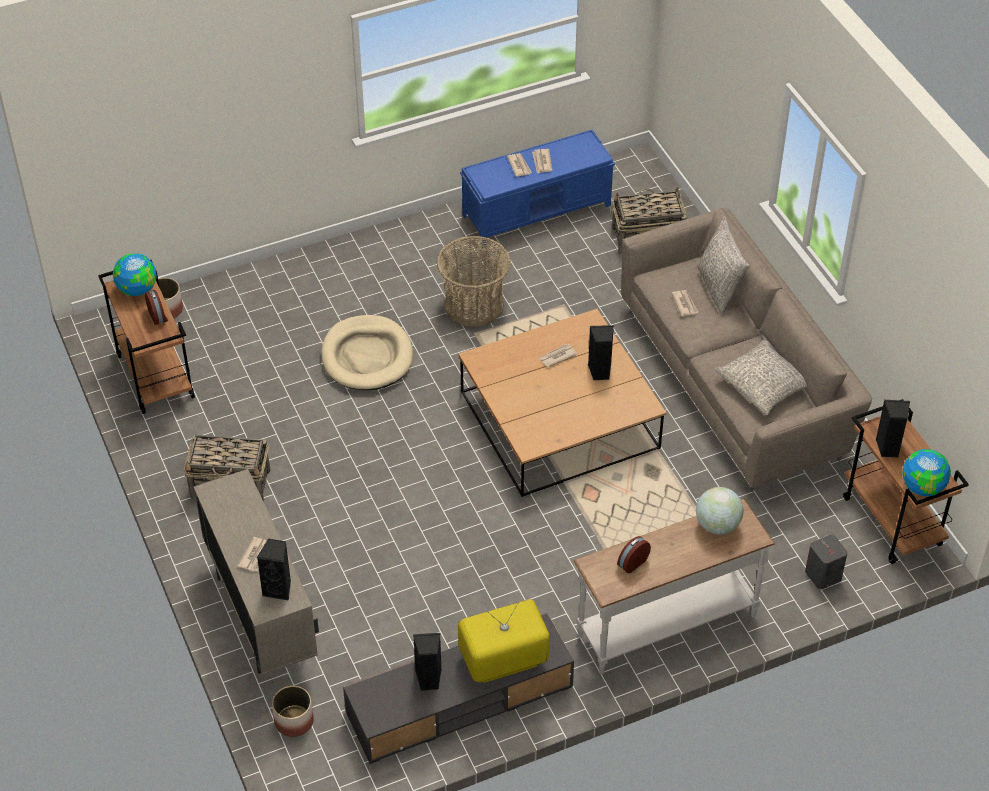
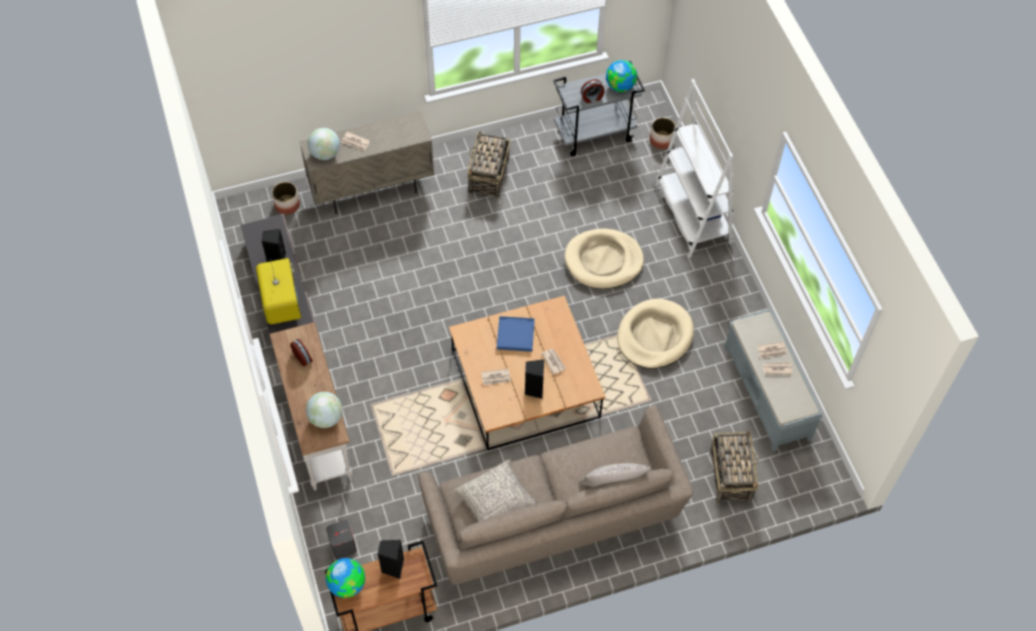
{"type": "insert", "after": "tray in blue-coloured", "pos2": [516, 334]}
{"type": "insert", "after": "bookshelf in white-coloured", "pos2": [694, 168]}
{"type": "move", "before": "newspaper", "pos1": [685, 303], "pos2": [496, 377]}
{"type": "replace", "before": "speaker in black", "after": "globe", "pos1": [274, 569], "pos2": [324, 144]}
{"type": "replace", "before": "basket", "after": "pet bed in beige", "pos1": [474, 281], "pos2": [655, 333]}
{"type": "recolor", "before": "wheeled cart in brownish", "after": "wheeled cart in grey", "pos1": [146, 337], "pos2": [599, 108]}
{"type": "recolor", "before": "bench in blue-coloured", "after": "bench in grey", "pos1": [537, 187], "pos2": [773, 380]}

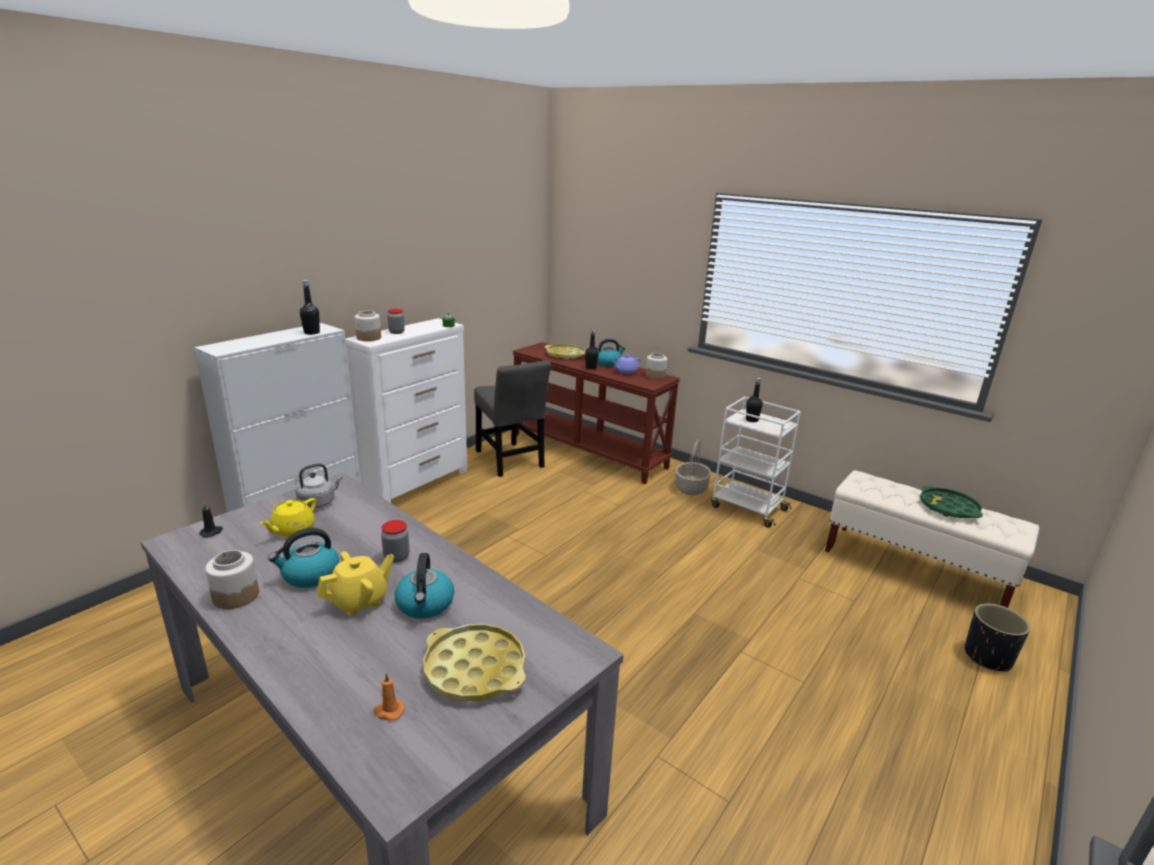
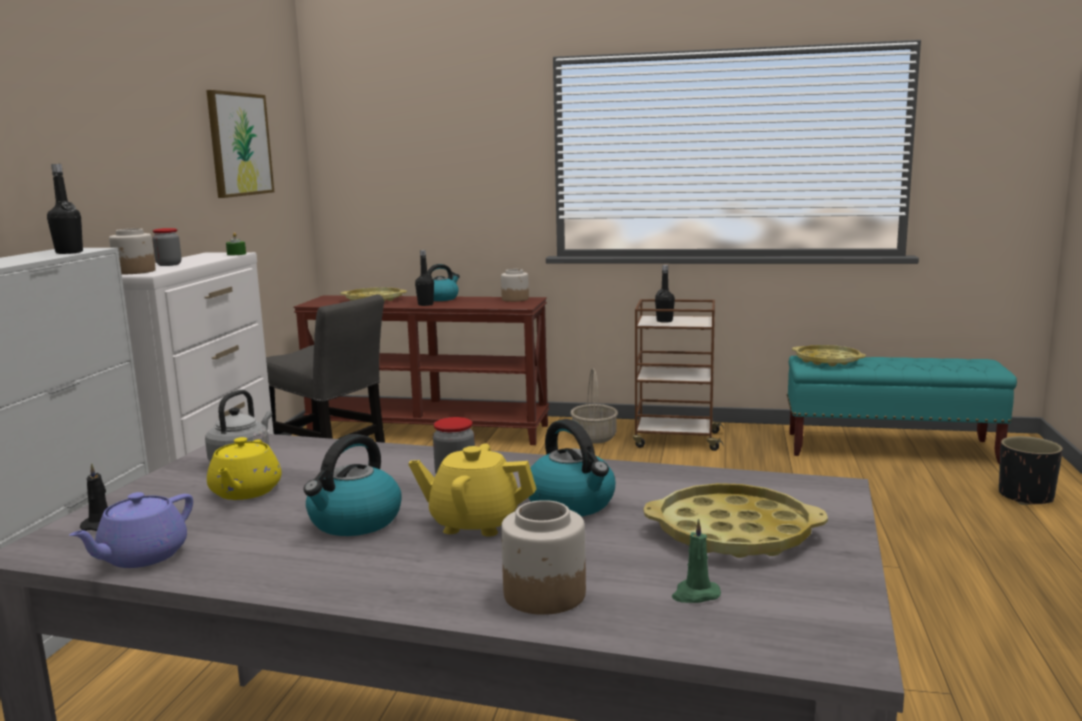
{"type": "delete", "before": "tray in green-coloured", "pos1": [951, 502]}
{"type": "insert", "after": "wall art", "pos2": [240, 144]}
{"type": "insert", "after": "tray in yellowish", "pos2": [829, 356]}
{"type": "move", "before": "jar", "pos1": [232, 579], "pos2": [543, 557]}
{"type": "move", "before": "tea pot in purple-coloured", "pos1": [626, 364], "pos2": [131, 530]}
{"type": "recolor", "before": "wax candle in orangey", "after": "wax candle in green-coloured", "pos1": [389, 697], "pos2": [696, 561]}
{"type": "recolor", "before": "wheeled cart in white-coloured", "after": "wheeled cart in brownish", "pos1": [756, 462], "pos2": [678, 375]}
{"type": "recolor", "before": "bench in beige", "after": "bench in turquoise", "pos1": [932, 539], "pos2": [902, 409]}
{"type": "rotate", "before": "tea pot in yellowish", "pos1": [355, 583], "pos2": [472, 490], "turn": -105}

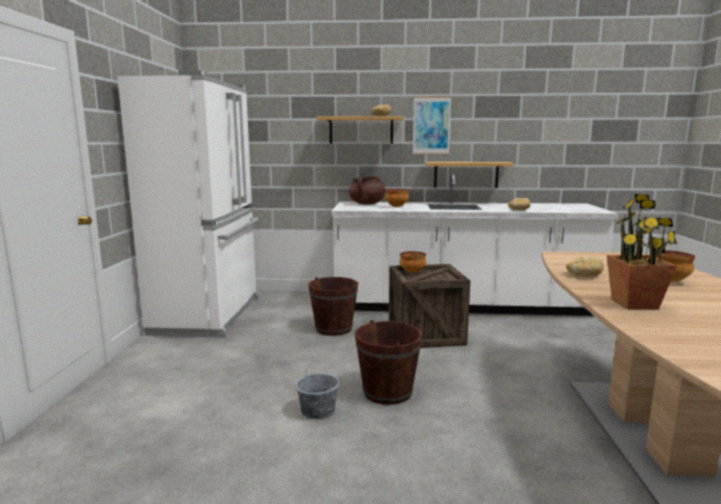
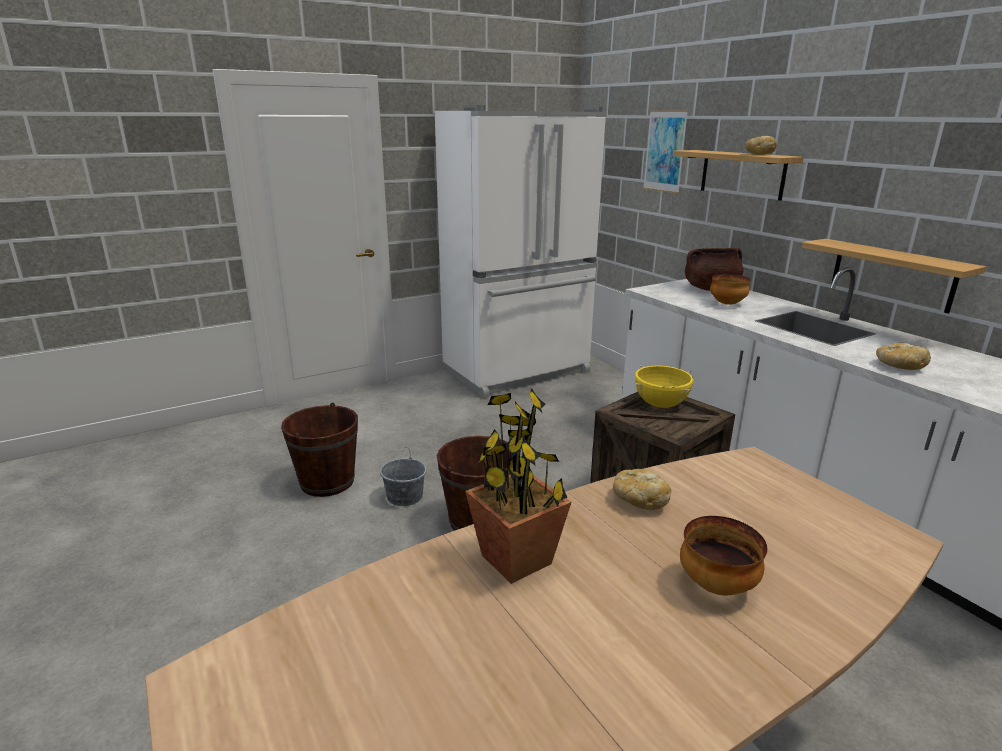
{"type": "move", "before": "bucket in brownish", "pos1": [333, 306], "pos2": [319, 449]}
{"type": "move", "before": "wall art", "pos1": [432, 125], "pos2": [665, 152]}
{"type": "replace", "before": "bowl", "after": "saucepot in yellowish", "pos1": [412, 262], "pos2": [664, 386]}

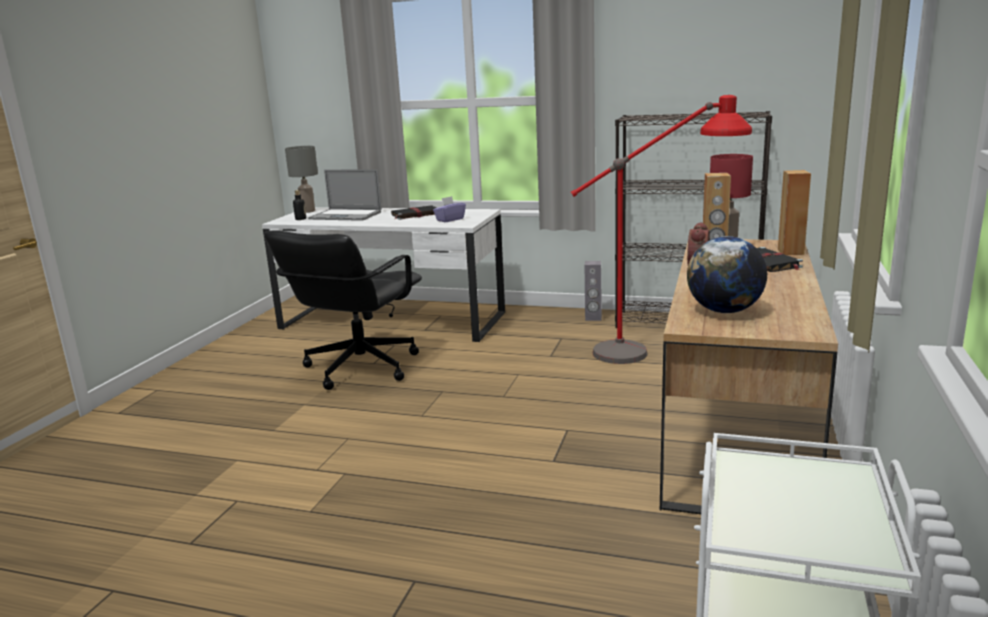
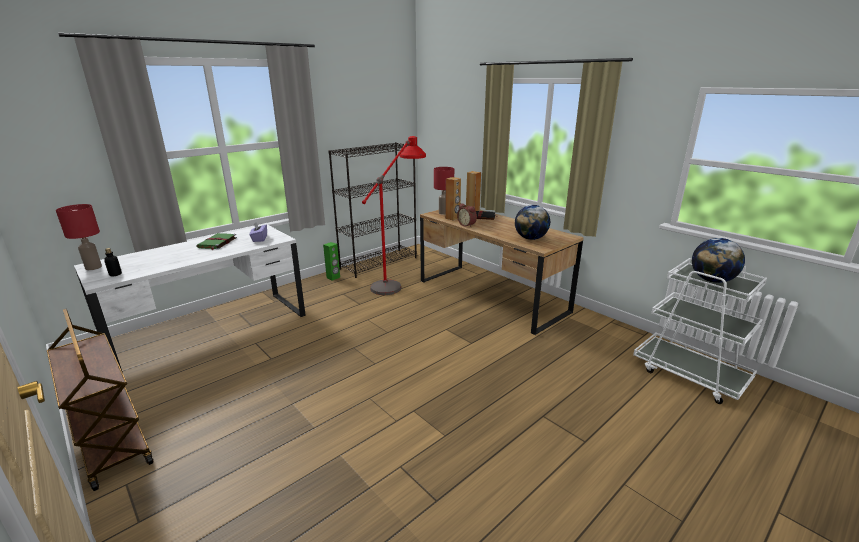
{"type": "delete", "before": "desk chair in black", "pos1": [343, 310]}
{"type": "delete", "before": "portable computer", "pos1": [345, 195]}
{"type": "insert", "after": "wheeled cart in brownish", "pos2": [100, 400]}
{"type": "insert", "after": "globe", "pos2": [718, 260]}
{"type": "recolor", "before": "table lamp in grey", "after": "table lamp in red-coloured", "pos1": [301, 179], "pos2": [79, 237]}
{"type": "recolor", "before": "bound book in black", "after": "bound book in green-coloured", "pos1": [413, 212], "pos2": [216, 241]}
{"type": "recolor", "before": "speaker in grey", "after": "speaker in green-coloured", "pos1": [593, 291], "pos2": [331, 261]}

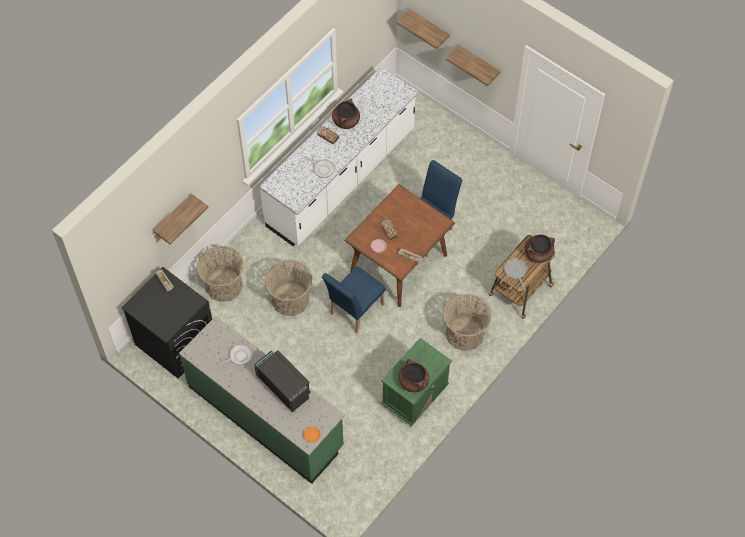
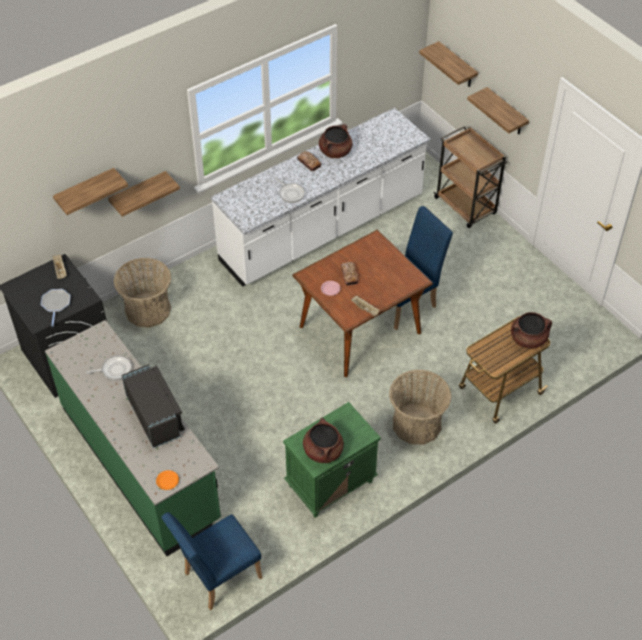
{"type": "delete", "before": "basket", "pos1": [288, 288]}
{"type": "insert", "after": "wall shelf", "pos2": [144, 194]}
{"type": "insert", "after": "wheeled cart in brownish", "pos2": [470, 177]}
{"type": "move", "before": "plain chair in blue-coloured", "pos1": [353, 300], "pos2": [211, 561]}
{"type": "move", "before": "frying pan", "pos1": [516, 274], "pos2": [55, 307]}

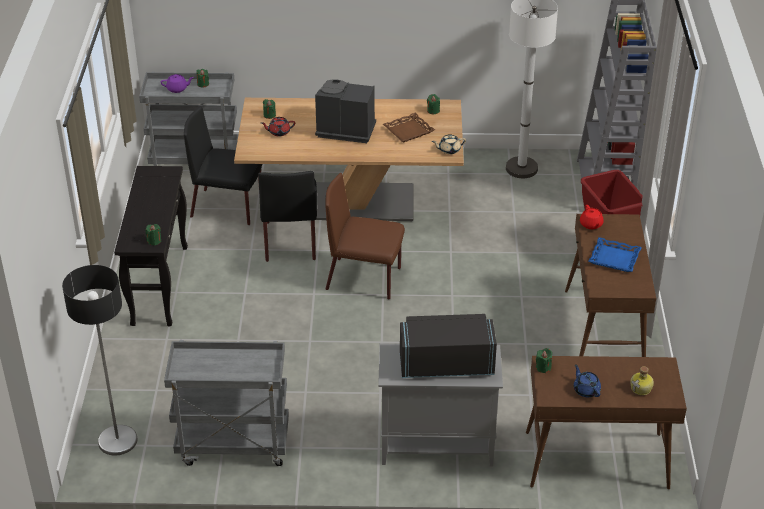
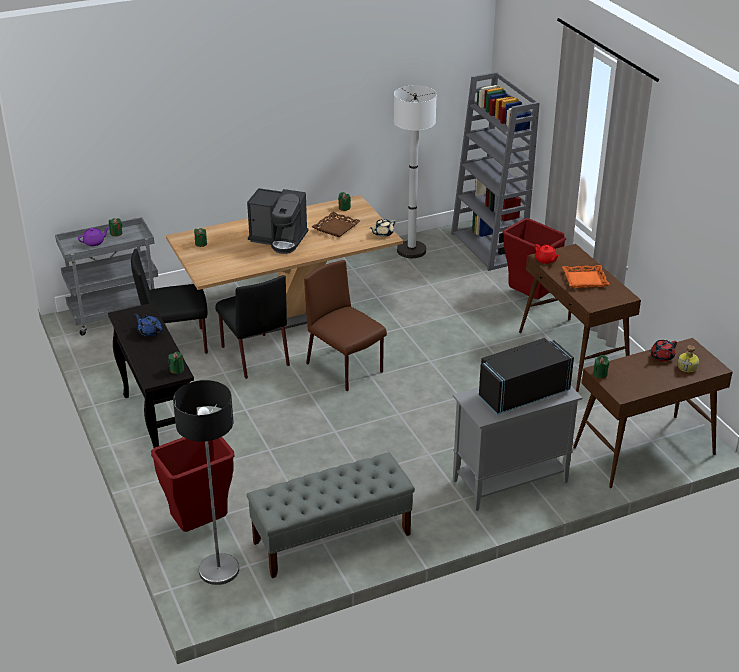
{"type": "insert", "after": "trash can in red-coloured", "pos2": [193, 484]}
{"type": "move", "before": "tea pot in red-coloured", "pos1": [278, 126], "pos2": [663, 351]}
{"type": "move", "before": "tea pot in blue-coloured", "pos1": [587, 380], "pos2": [148, 325]}
{"type": "replace", "before": "wheeled cart in grey", "after": "bench in grey", "pos1": [226, 403], "pos2": [331, 515]}
{"type": "recolor", "before": "tray in blue-coloured", "after": "tray in orangey", "pos1": [615, 254], "pos2": [585, 276]}
{"type": "rotate", "before": "coffee maker", "pos1": [345, 111], "pos2": [277, 221], "turn": -150}
{"type": "rotate", "before": "plain chair in brownish", "pos1": [365, 236], "pos2": [345, 325], "turn": 60}

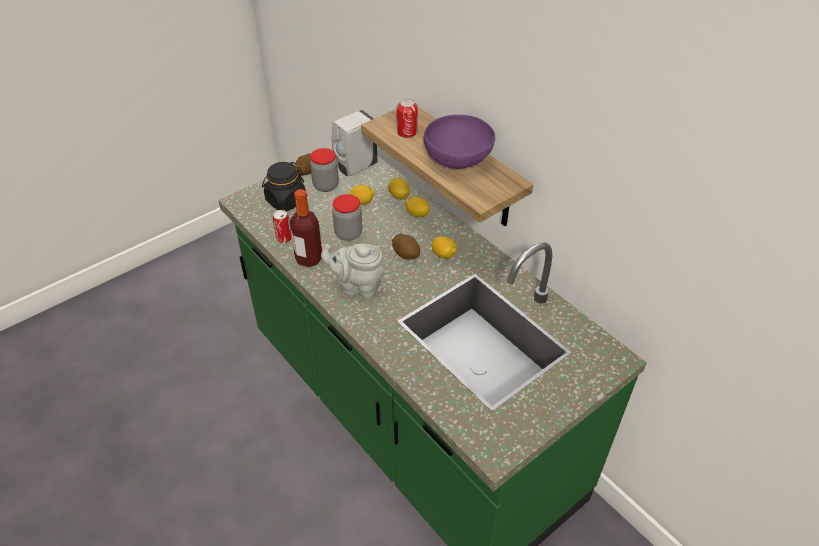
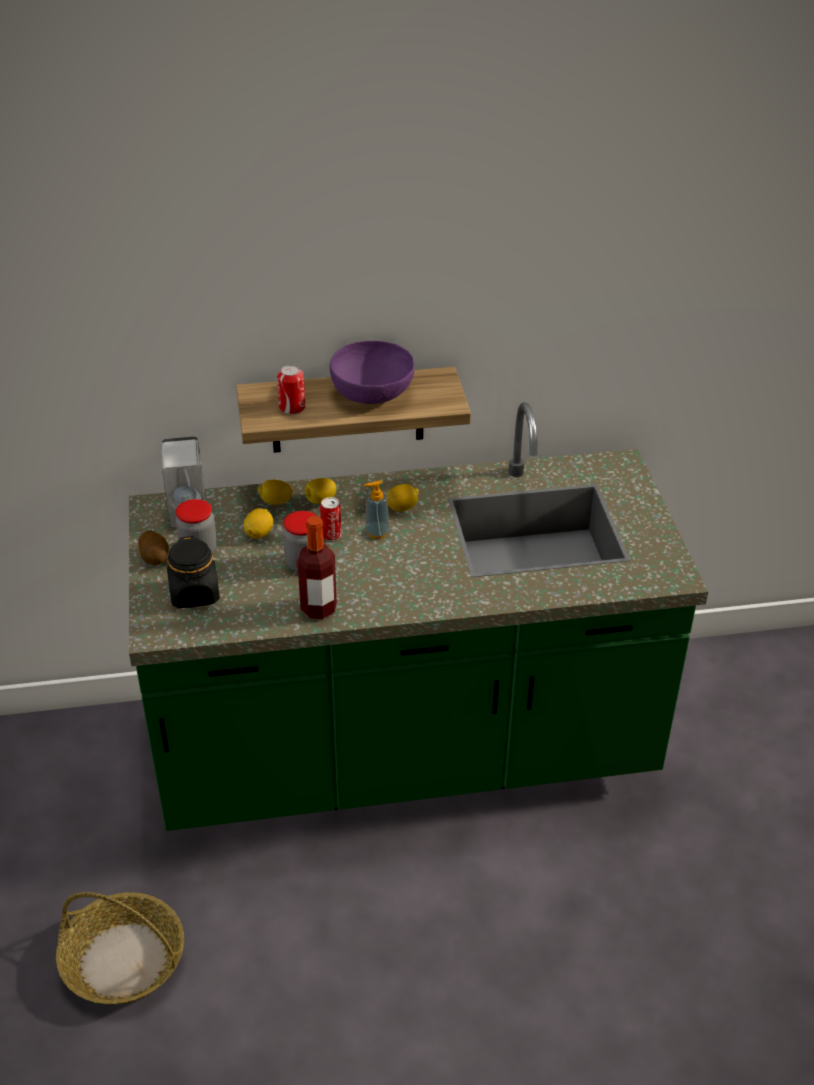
{"type": "delete", "before": "tea pot in grey", "pos1": [353, 271]}
{"type": "insert", "after": "basket", "pos2": [120, 948]}
{"type": "move", "before": "can", "pos1": [282, 226], "pos2": [330, 519]}
{"type": "replace", "before": "potato", "after": "soap dispenser", "pos1": [406, 246], "pos2": [377, 509]}

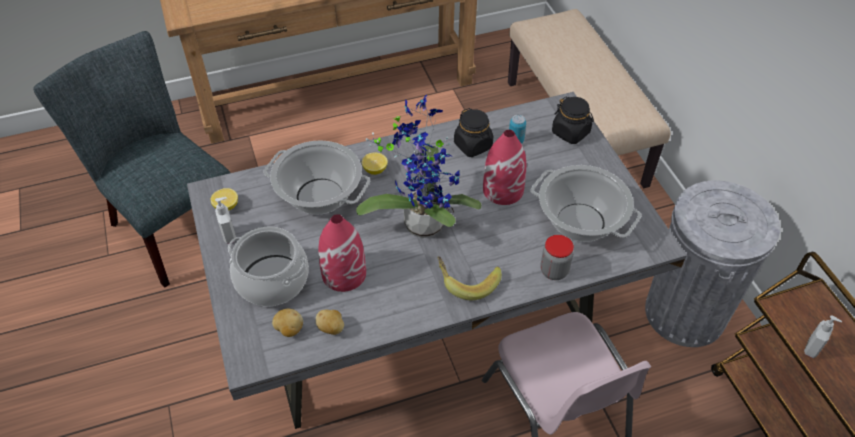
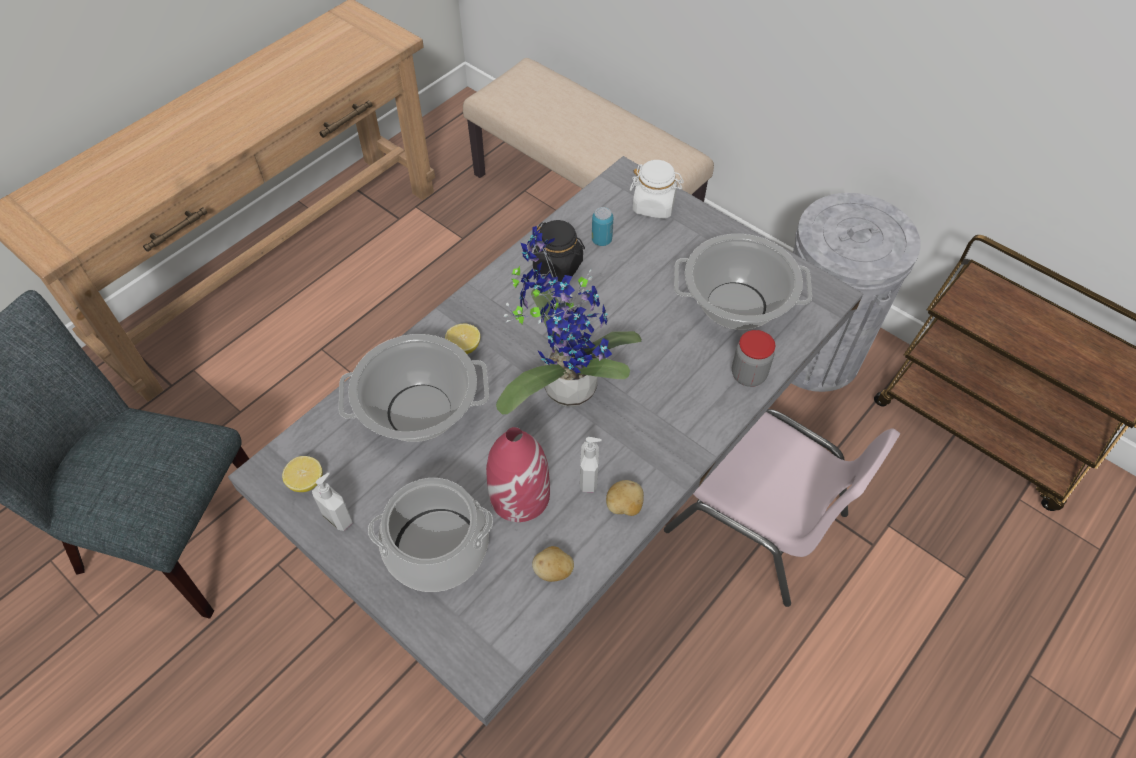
{"type": "delete", "before": "banana", "pos1": [469, 278]}
{"type": "delete", "before": "decorative vase in red-coloured", "pos1": [505, 167]}
{"type": "move", "before": "potato", "pos1": [287, 323], "pos2": [625, 498]}
{"type": "move", "before": "soap dispenser", "pos1": [823, 336], "pos2": [591, 464]}
{"type": "recolor", "before": "jar in black", "after": "jar in white-coloured", "pos1": [573, 120], "pos2": [657, 189]}

